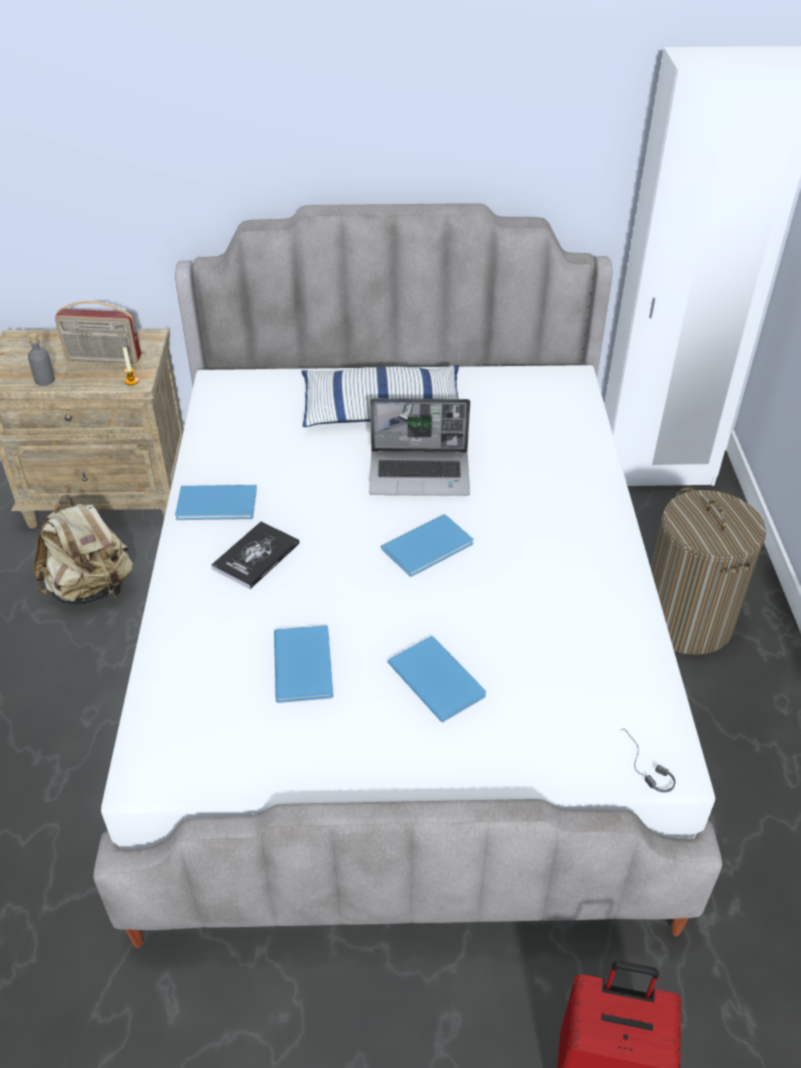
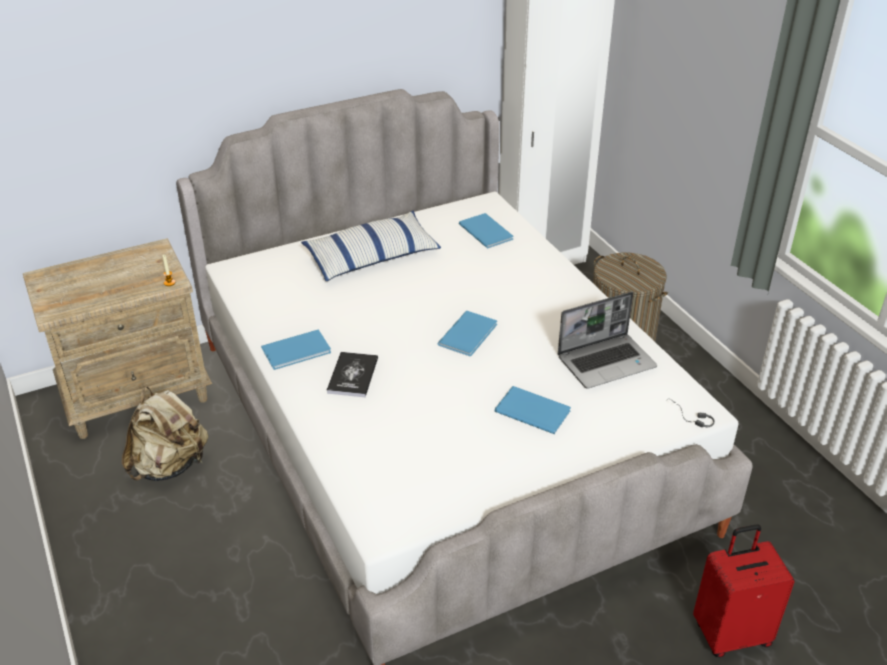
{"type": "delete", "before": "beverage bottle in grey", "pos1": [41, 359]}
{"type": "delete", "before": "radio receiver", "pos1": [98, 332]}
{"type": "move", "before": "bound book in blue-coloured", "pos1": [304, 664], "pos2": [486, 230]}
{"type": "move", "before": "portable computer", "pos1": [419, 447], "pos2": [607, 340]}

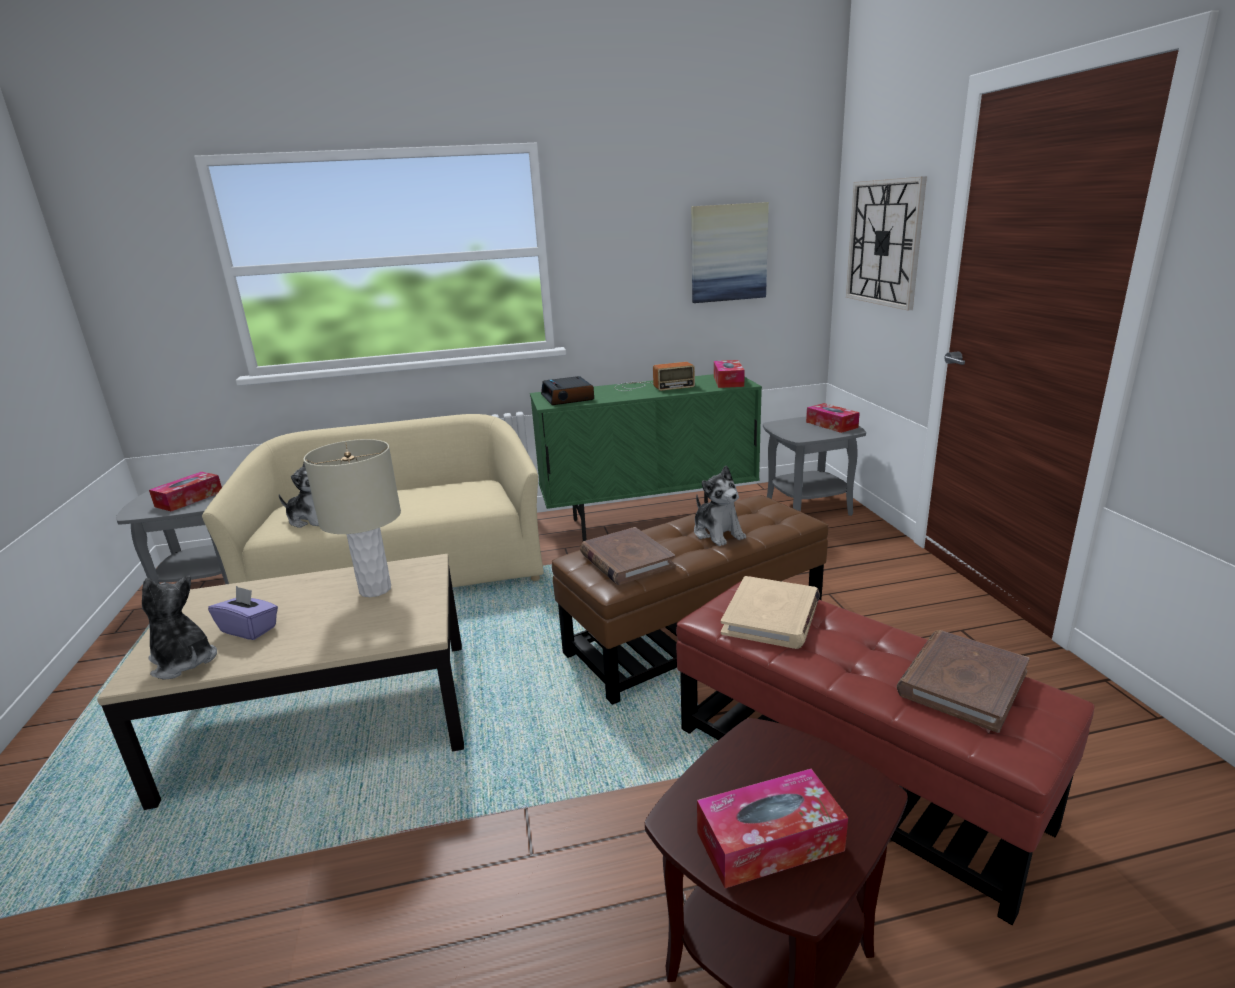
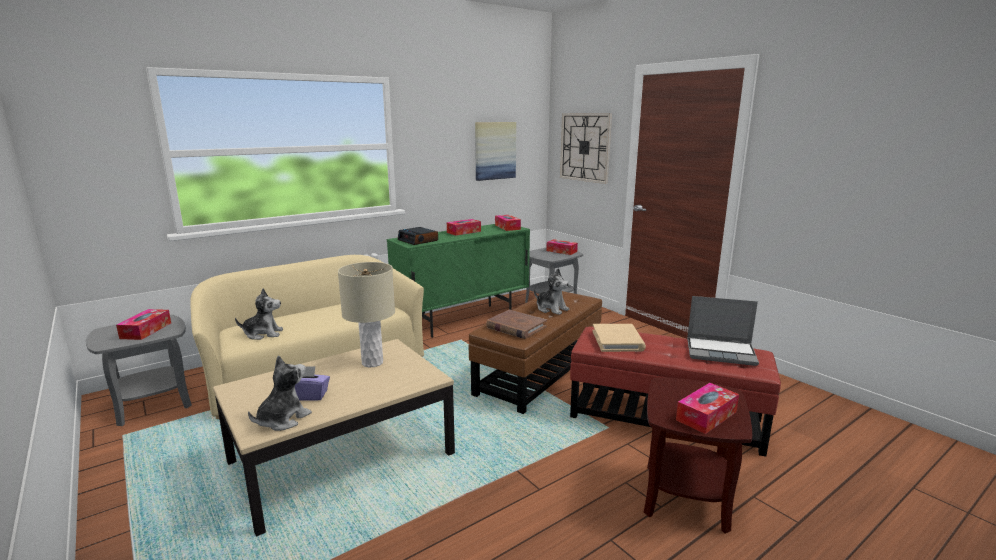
{"type": "replace", "before": "radio receiver", "after": "tissue box", "pos1": [655, 376], "pos2": [464, 227]}
{"type": "replace", "before": "bound book in brownish", "after": "portable computer", "pos1": [963, 681], "pos2": [723, 331]}
{"type": "rotate", "before": "soft toy", "pos1": [179, 627], "pos2": [280, 393], "turn": 105}

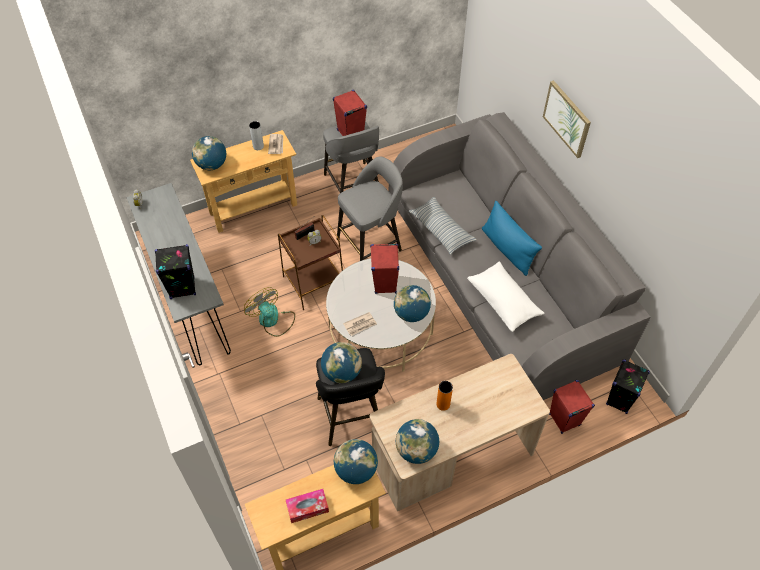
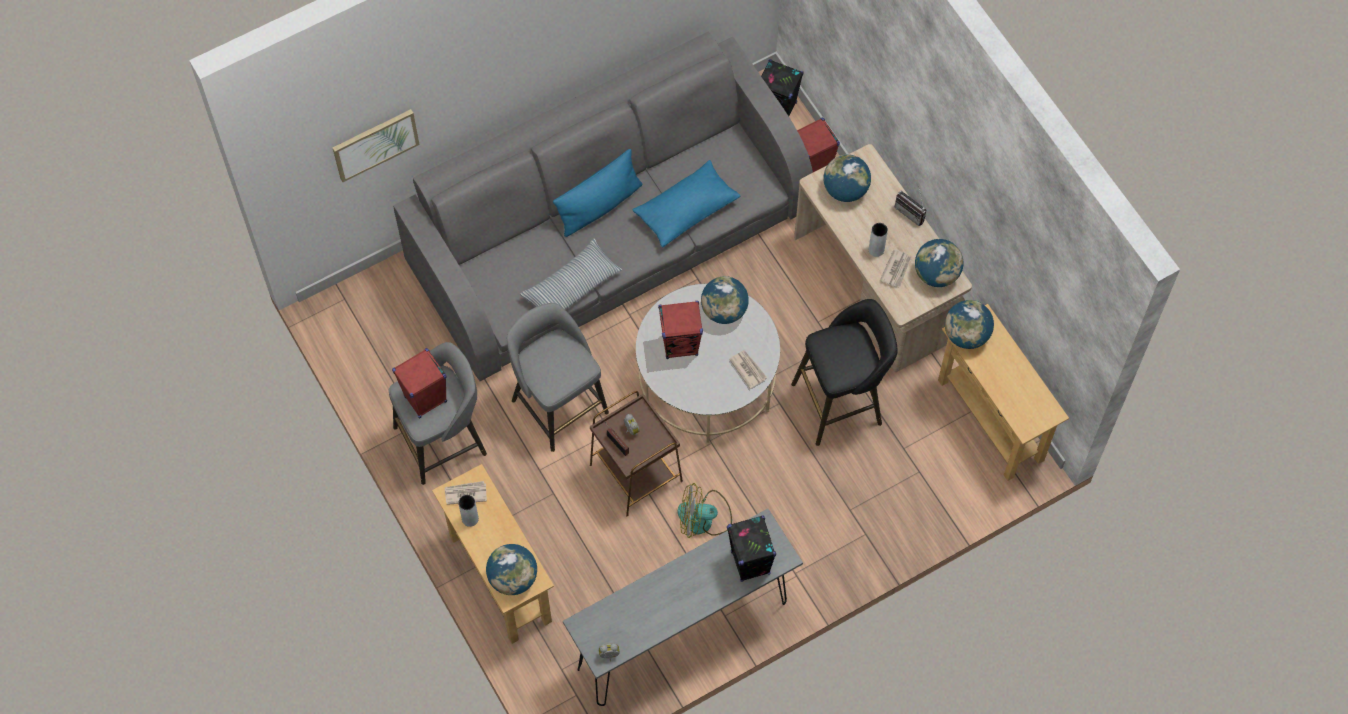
{"type": "delete", "before": "tissue box", "pos1": [307, 506]}
{"type": "insert", "after": "newspaper", "pos2": [896, 268]}
{"type": "insert", "after": "radio receiver", "pos2": [910, 205]}
{"type": "move", "before": "globe", "pos1": [341, 362], "pos2": [847, 178]}
{"type": "move", "before": "wall art", "pos1": [567, 119], "pos2": [375, 145]}
{"type": "recolor", "before": "decorative vase in orangey", "after": "decorative vase in grey", "pos1": [444, 396], "pos2": [878, 240]}
{"type": "recolor", "before": "throw pillow in white-coloured", "after": "throw pillow in blue-coloured", "pos1": [505, 296], "pos2": [686, 204]}
{"type": "rotate", "before": "fan", "pos1": [269, 312], "pos2": [704, 510], "turn": 45}

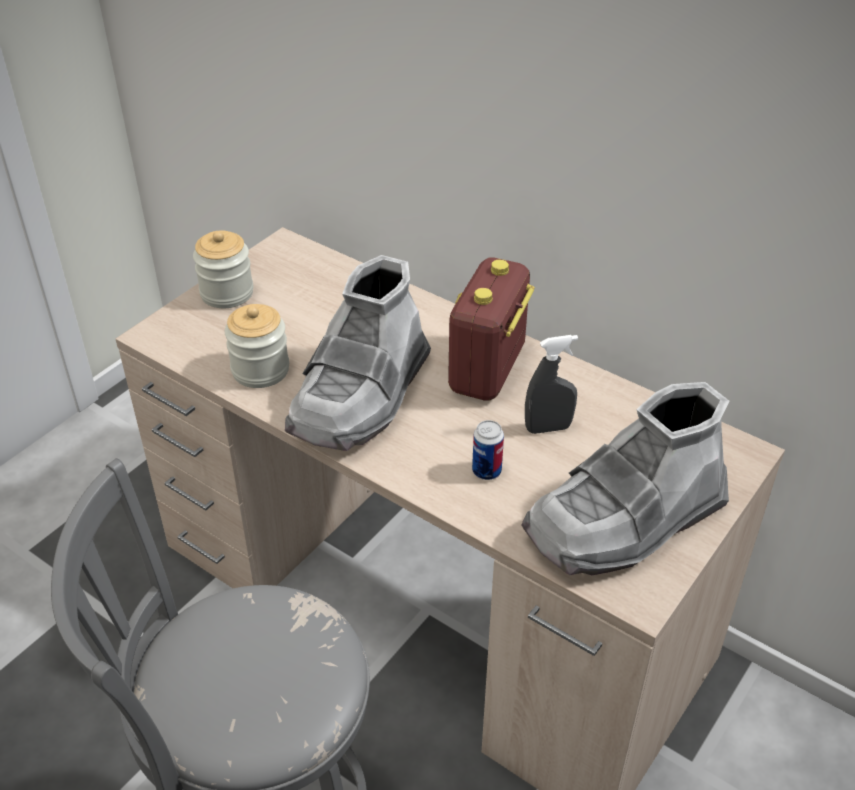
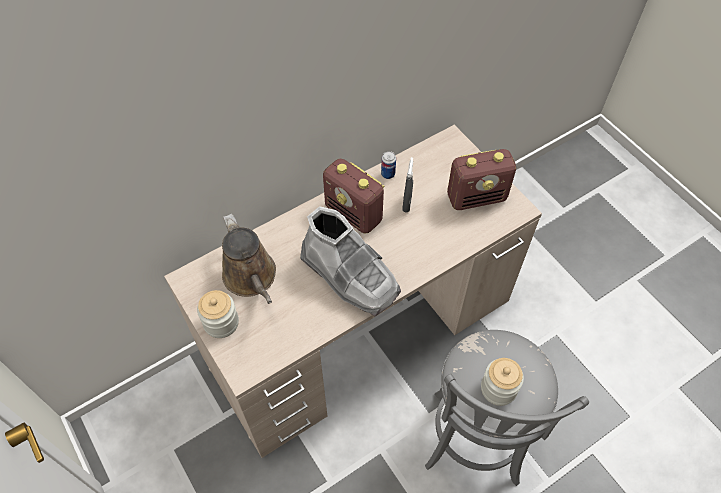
{"type": "insert", "after": "watering can in brownish", "pos2": [249, 258]}
{"type": "move", "before": "jar", "pos1": [257, 346], "pos2": [502, 382]}
{"type": "move", "before": "can", "pos1": [488, 450], "pos2": [388, 165]}
{"type": "replace", "before": "high-top boot in grey", "after": "radio receiver", "pos1": [625, 478], "pos2": [481, 179]}

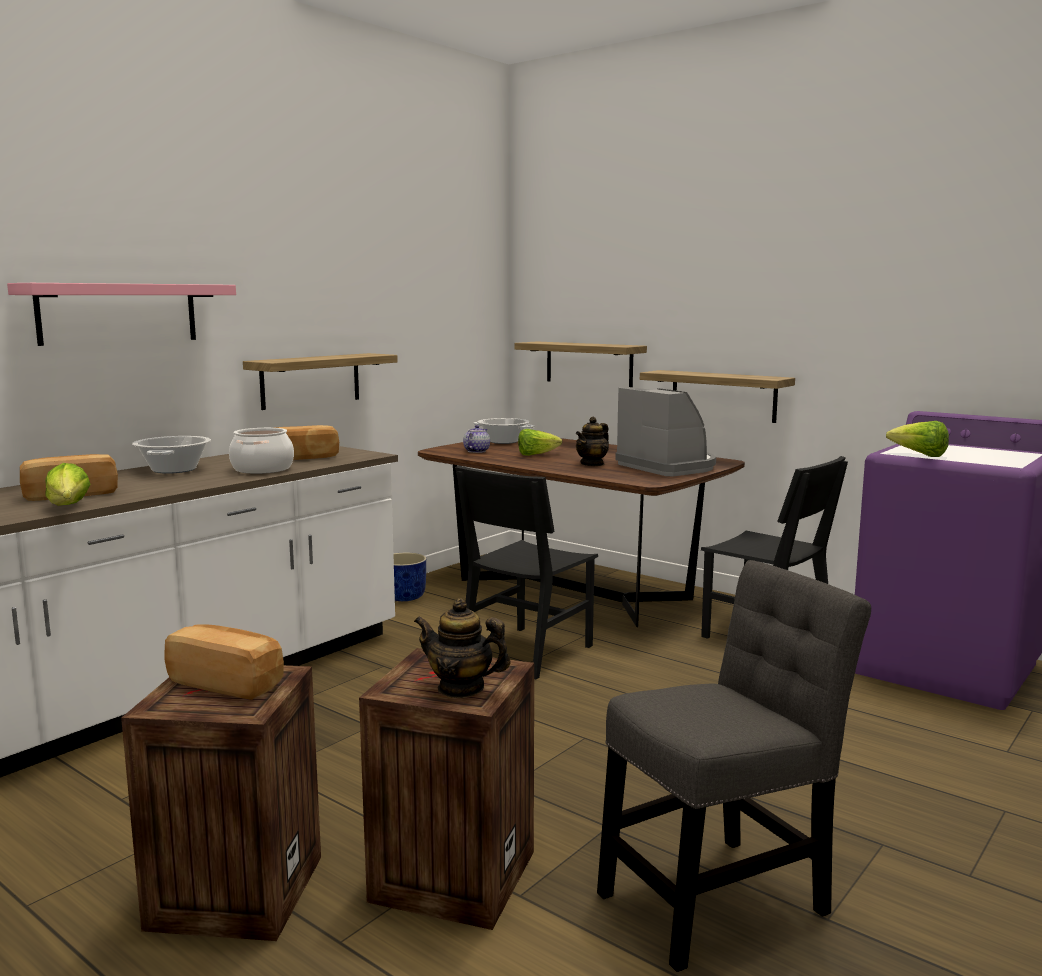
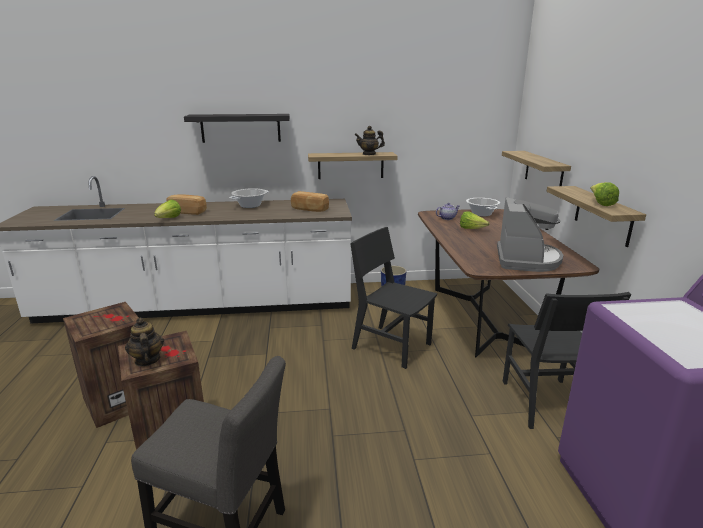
{"type": "delete", "before": "bread", "pos1": [224, 662]}
{"type": "delete", "before": "saucepot", "pos1": [261, 451]}
{"type": "move", "before": "tea pot", "pos1": [592, 441], "pos2": [370, 140]}
{"type": "move", "before": "lettuce", "pos1": [917, 439], "pos2": [604, 194]}
{"type": "recolor", "before": "wall shelf in pinkish", "after": "wall shelf in black", "pos1": [121, 314], "pos2": [237, 128]}
{"type": "rotate", "before": "plain chair in black", "pos1": [526, 572], "pos2": [393, 298], "turn": 45}

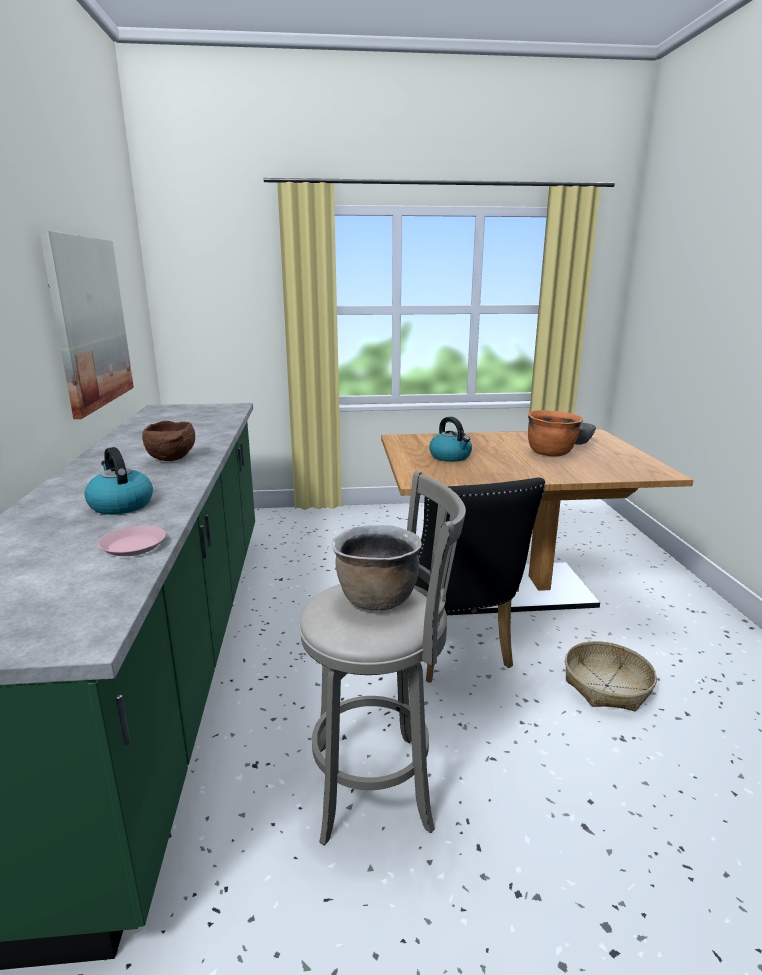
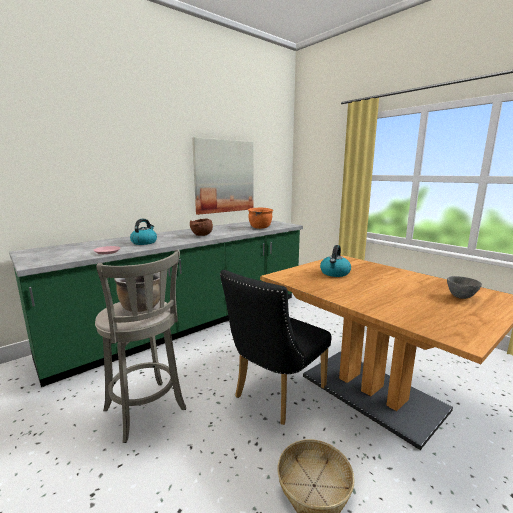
{"type": "move", "before": "saucepot in orangey", "pos1": [555, 433], "pos2": [260, 218]}

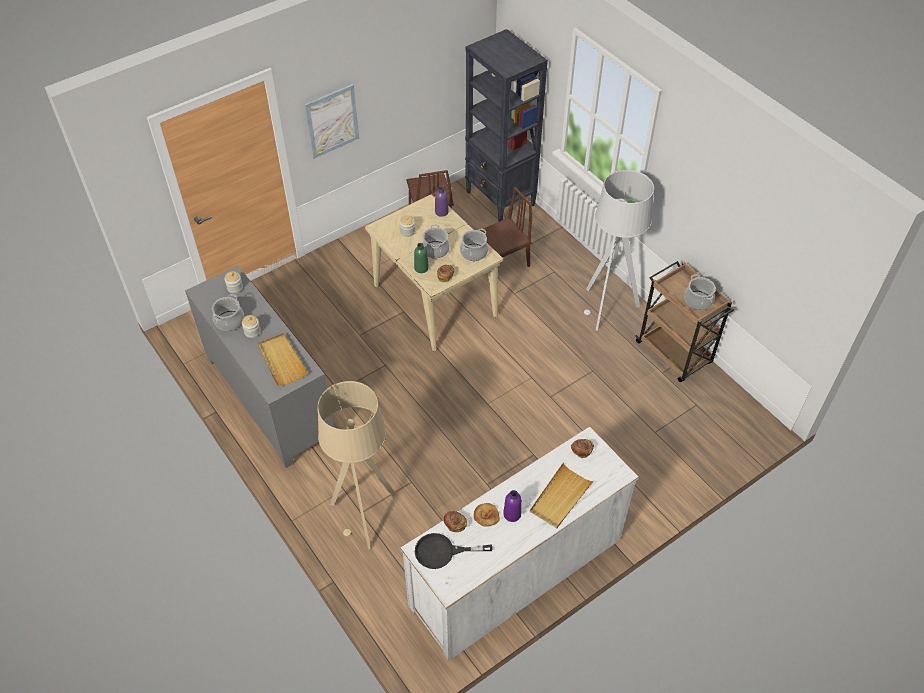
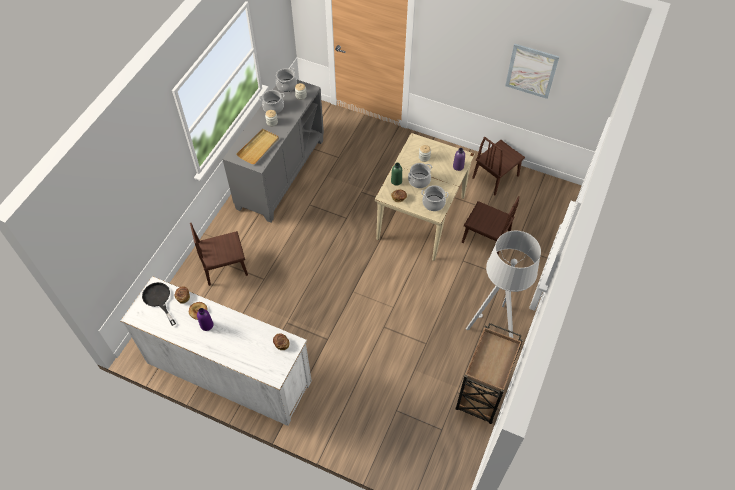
{"type": "delete", "before": "bookshelf in black", "pos1": [506, 125]}
{"type": "delete", "before": "tray in beige", "pos1": [562, 496]}
{"type": "move", "before": "wall art", "pos1": [331, 121], "pos2": [532, 71]}
{"type": "move", "before": "saucepot", "pos1": [700, 292], "pos2": [286, 79]}
{"type": "replace", "before": "standard lamp in beige", "after": "plain chair in brownish", "pos1": [356, 465], "pos2": [219, 254]}

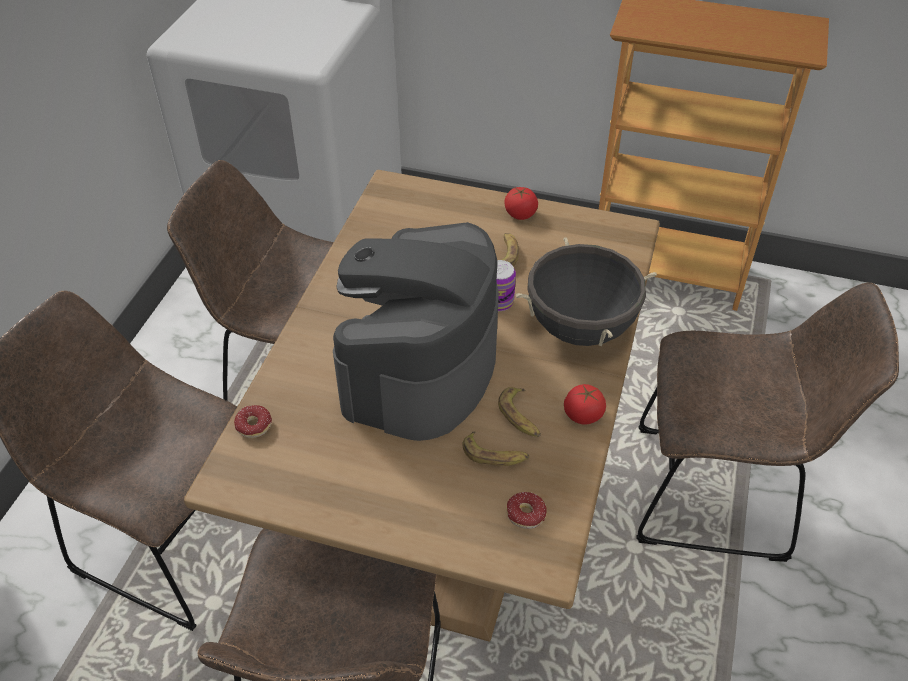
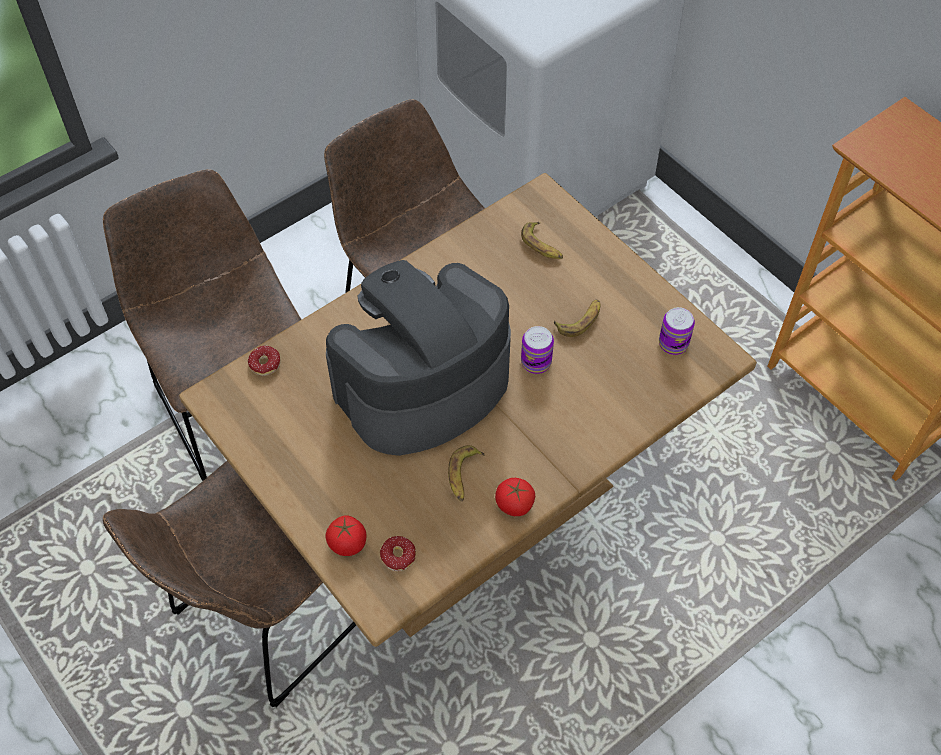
{"type": "delete", "before": "saucepot in black", "pos1": [586, 291]}
{"type": "delete", "before": "plain chair in brownish", "pos1": [767, 422]}
{"type": "insert", "after": "can", "pos2": [677, 331]}
{"type": "move", "before": "banana", "pos1": [495, 448], "pos2": [542, 240]}
{"type": "move", "before": "tomato", "pos1": [521, 203], "pos2": [346, 535]}

